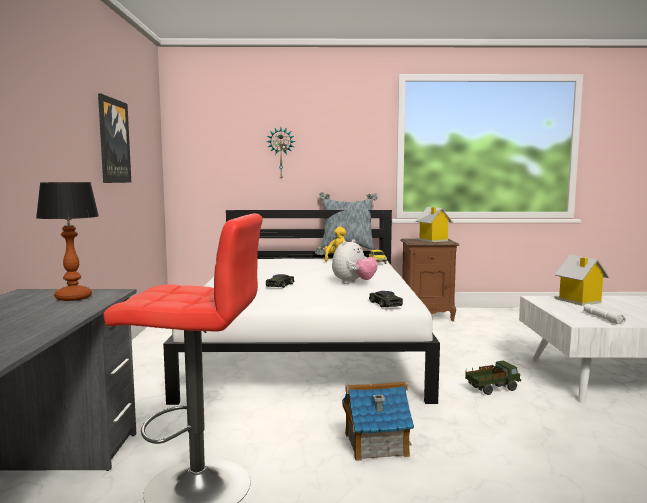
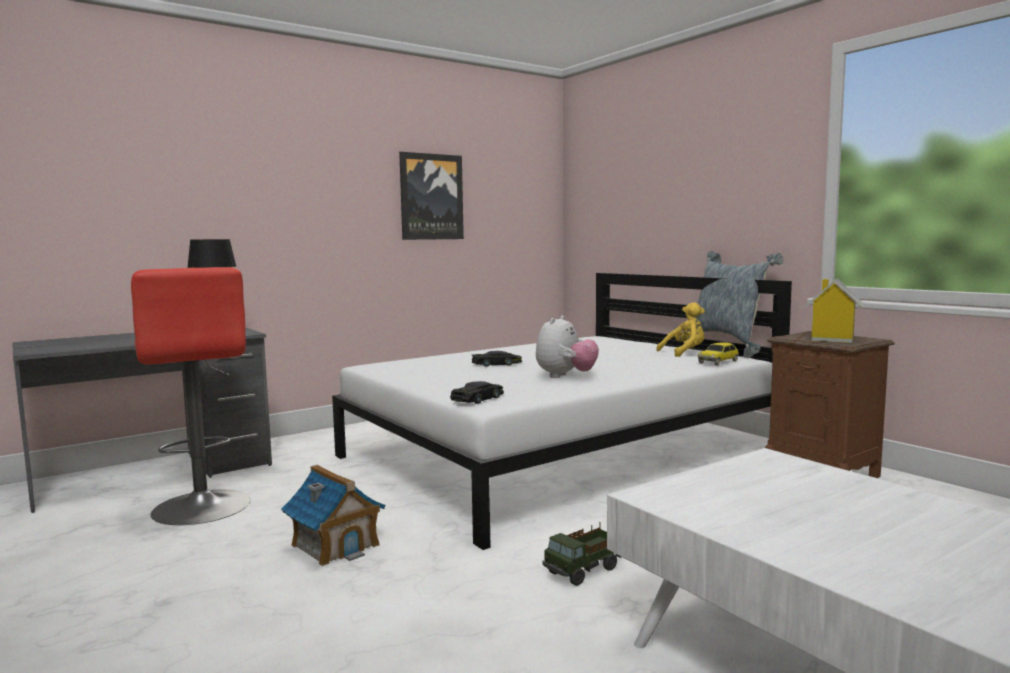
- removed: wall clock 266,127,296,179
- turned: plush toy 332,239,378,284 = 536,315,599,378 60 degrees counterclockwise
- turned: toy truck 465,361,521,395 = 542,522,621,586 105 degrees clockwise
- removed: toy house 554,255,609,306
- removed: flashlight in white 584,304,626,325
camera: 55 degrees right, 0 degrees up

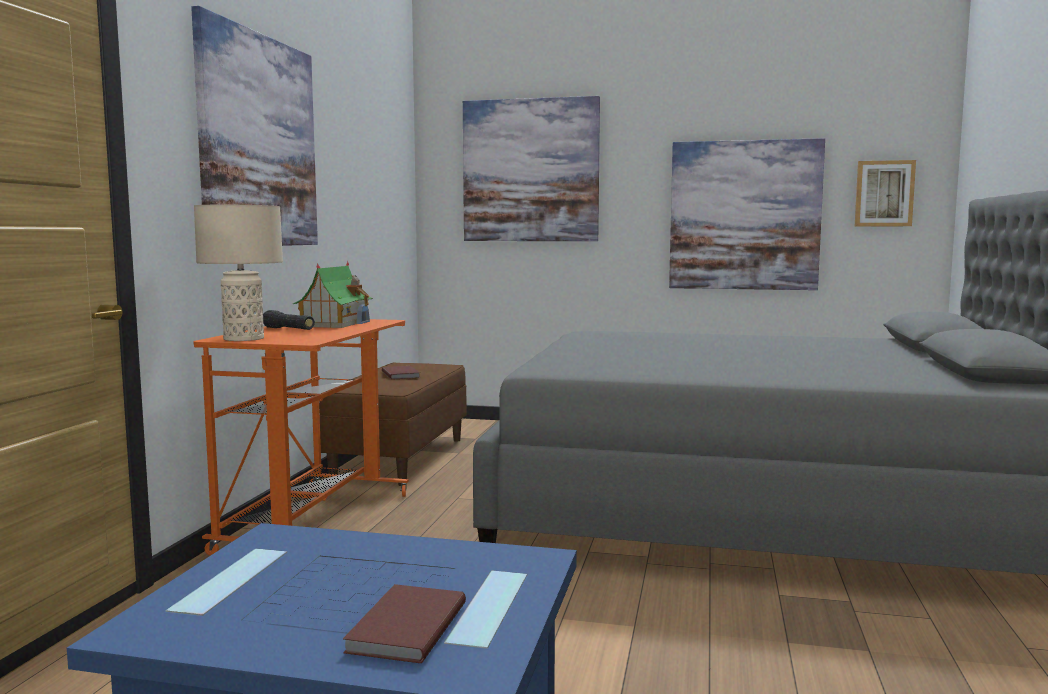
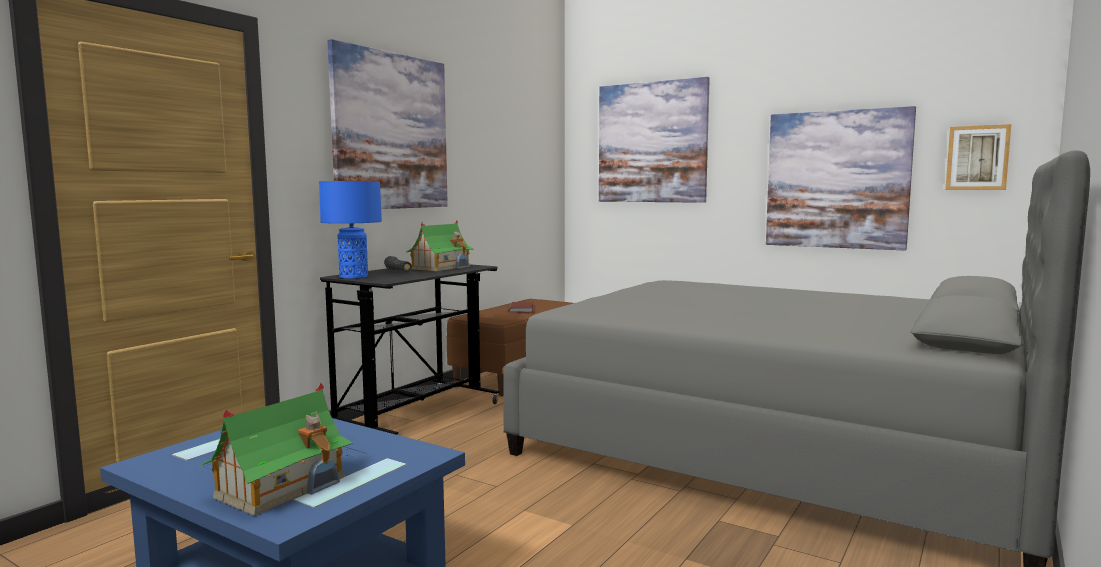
- recoloured: desk in orange 193,319,409,556 to desk in black 320,264,499,435
- recoloured: table lamp in beige 194,205,283,341 to table lamp in blue 319,181,382,279
- replaced: book in brown 343,584,466,663 to toy house 200,383,352,516
camera: 20 degrees right, 0 degrees up

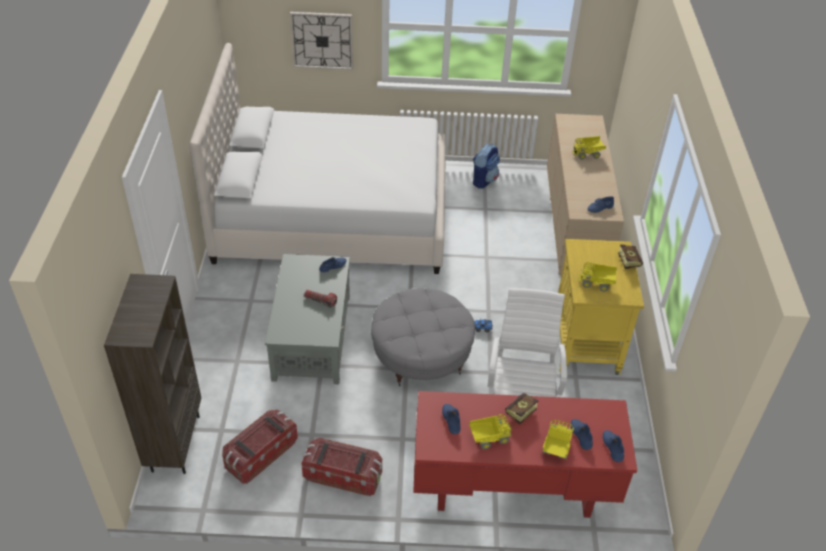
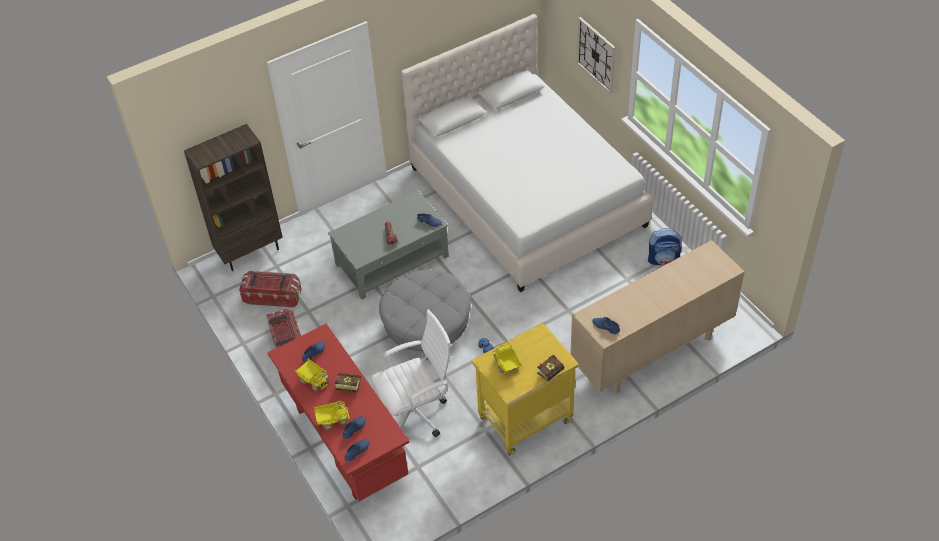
- removed: toy truck 572,136,606,160
camera: 60 degrees right, 5 degrees up

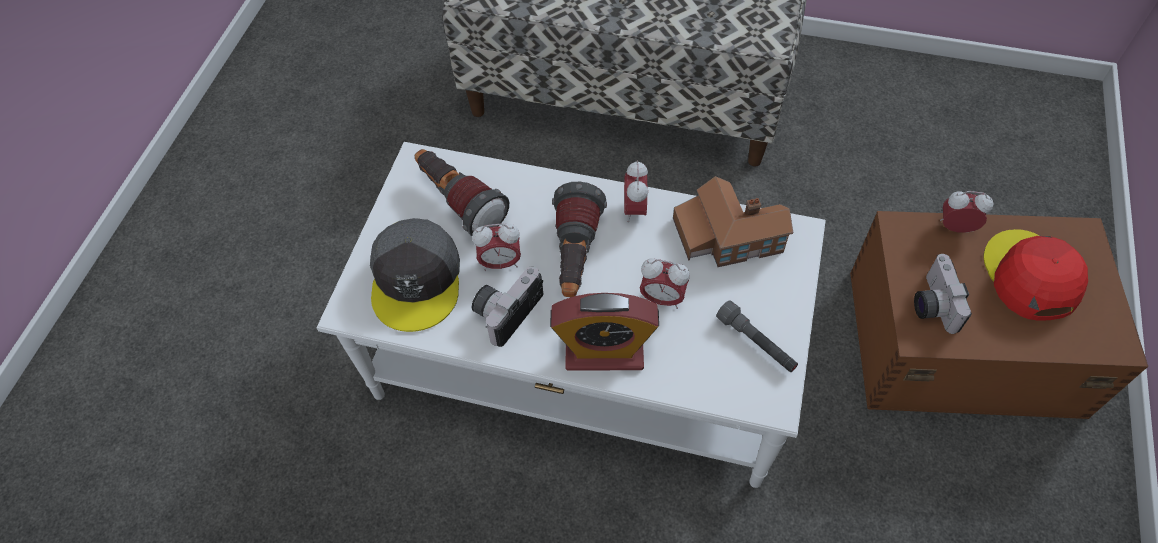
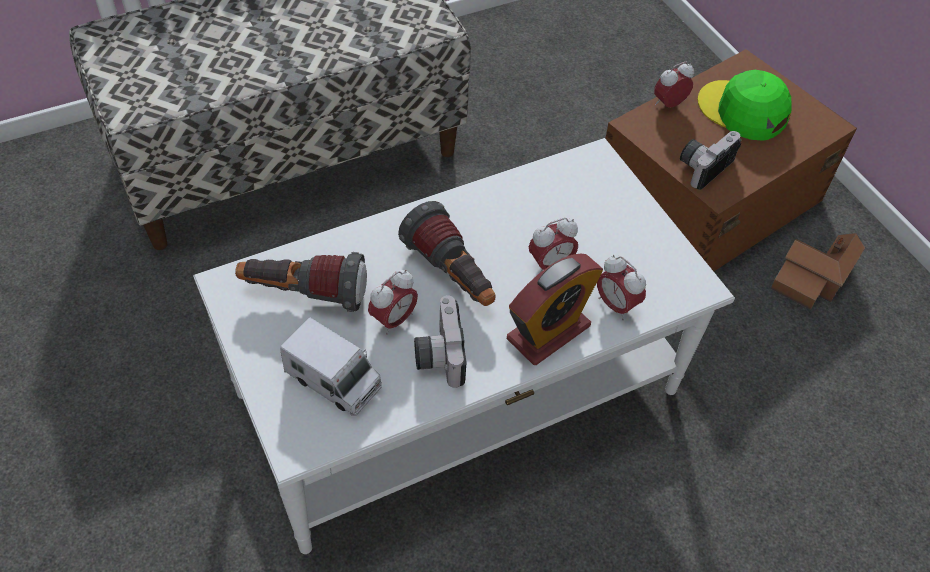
- replaced: cap in grey 370,218,460,332 to toy truck 280,318,382,416
- moved: alarm clock 624,160,648,223 to 597,255,646,320
- moved: toy house 673,176,793,267 to 770,233,865,310
- removed: flashlight in grey 716,300,798,372
- turned: photo camera 914,254,972,334 = 680,131,741,190 90 degrees clockwise
- recoloured: cap in red 983,229,1088,320 to cap in green 698,70,792,141
camera: 45 degrees left, 5 degrees down

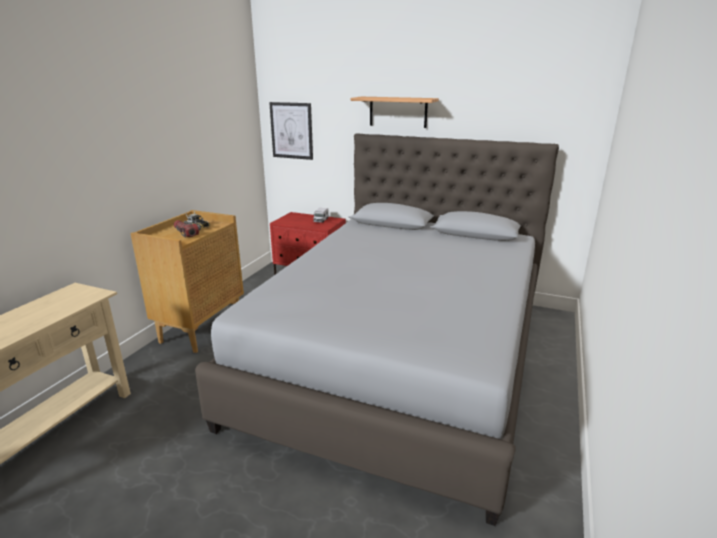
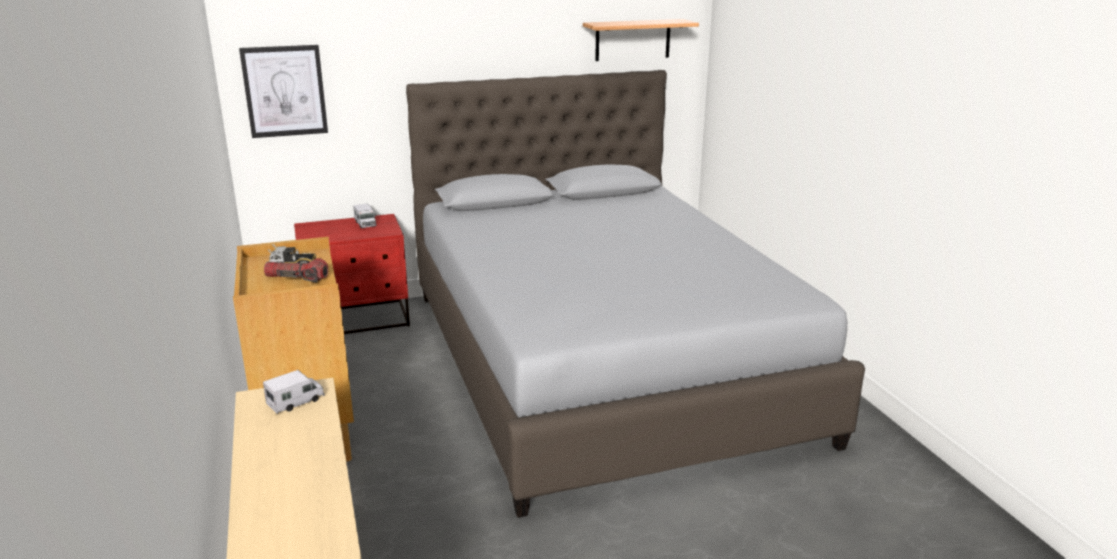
- moved: shelf 351,97,439,128 to 583,19,699,61
- added: toy truck 263,370,325,414
camera: 40 degrees left, 0 degrees up

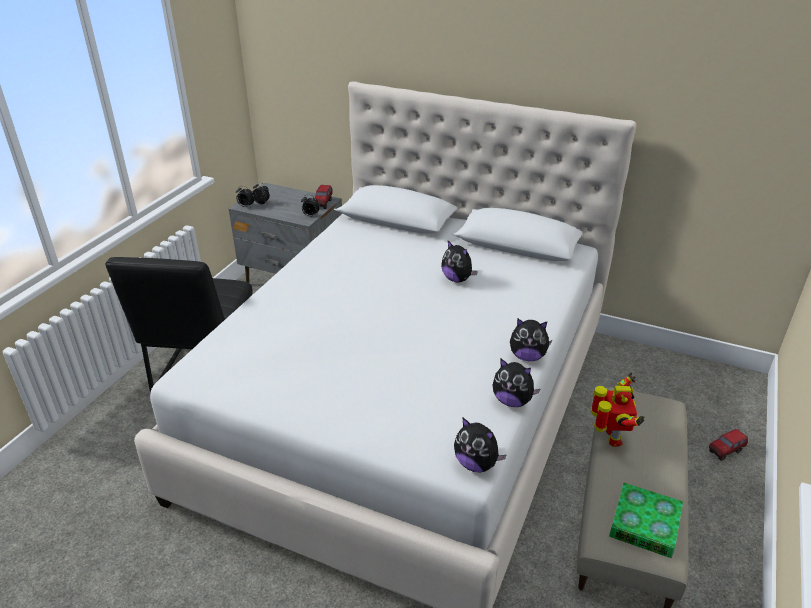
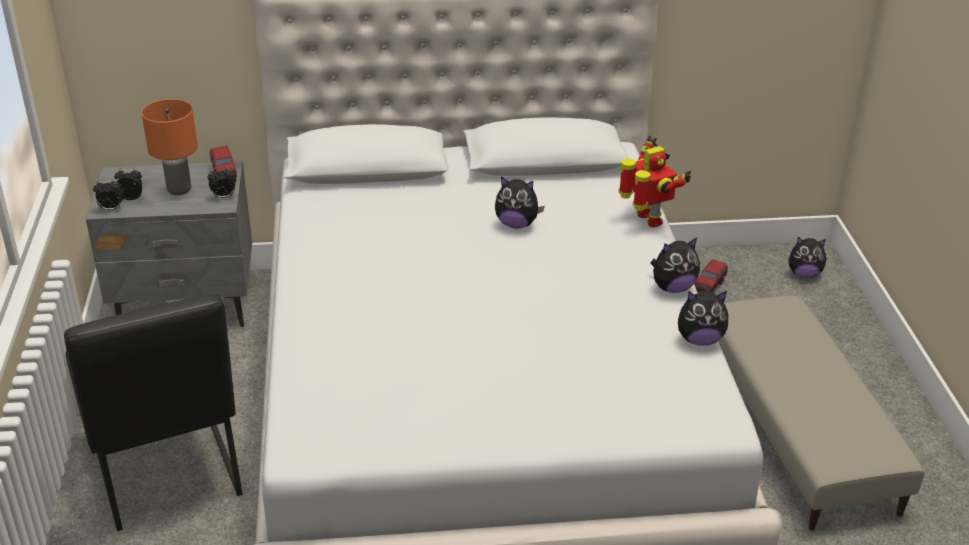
- moved: plush toy 454,417,507,473 to 789,237,827,278
- moved: toy robot 591,373,645,447 to 619,135,691,227
- removed: book 609,482,683,558
- moved: toy truck 709,429,748,461 to 695,259,728,293
- added: table lamp in orange 141,99,198,195
camera: 30 degrees left, 0 degrees up

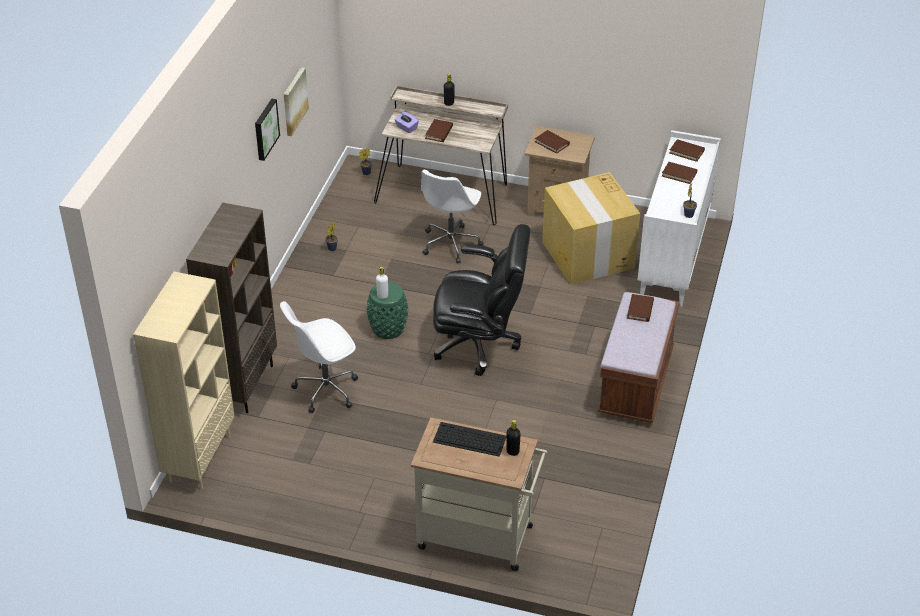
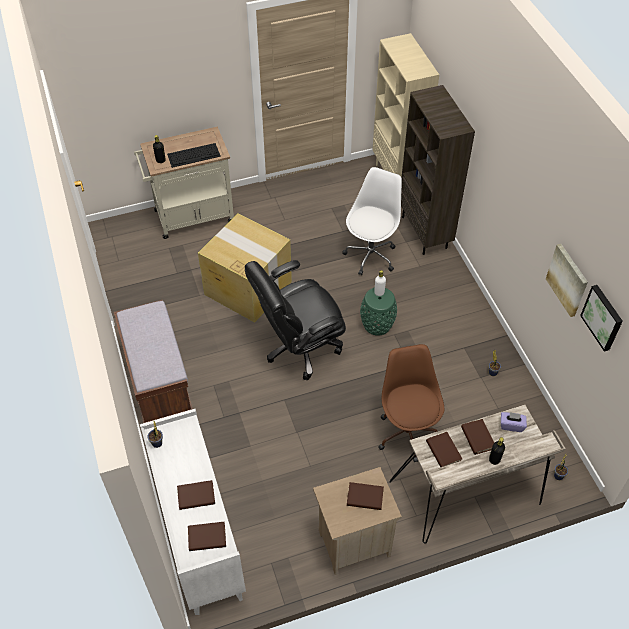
- moved: picture 255,98,280,161 to 580,285,623,352
- recoloured: office chair in white 421,170,484,263 to office chair in brown 378,344,444,462
- moved: cardboard box 542,172,640,285 to 198,213,292,323
- moved: book in brown 627,294,654,322 to 426,432,462,467
camera: 145 degrees right, 10 degrees up

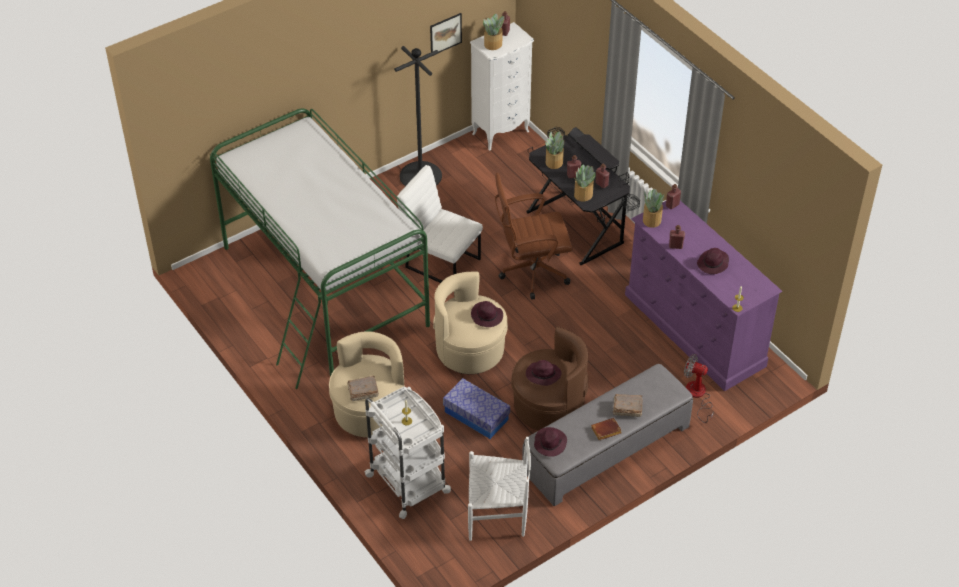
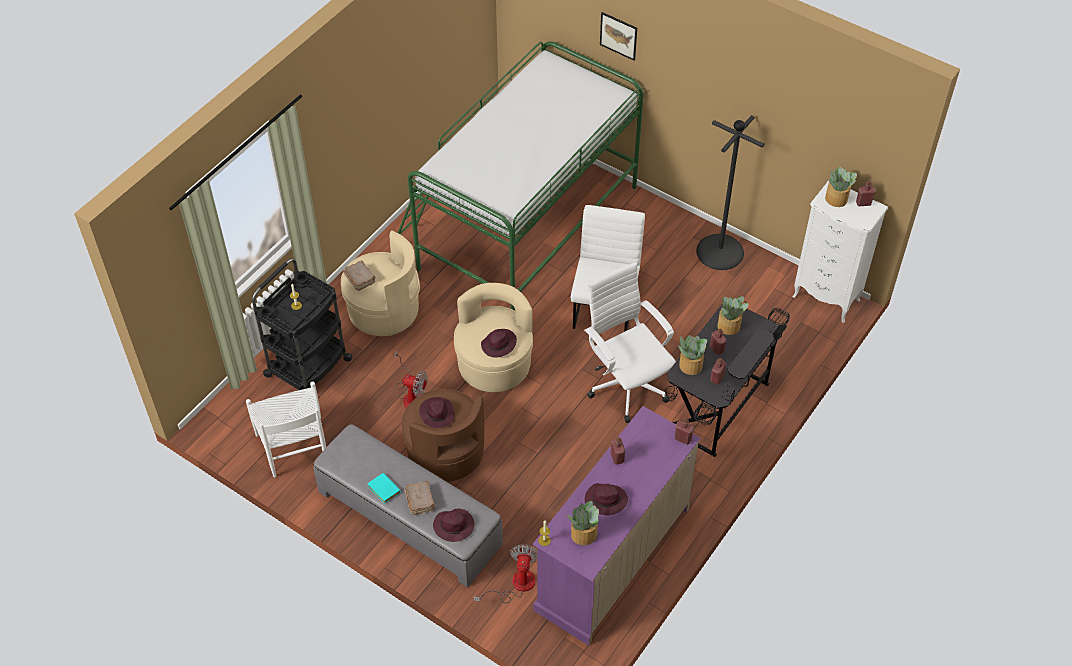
- recoloured: cart in white 365,387,451,519 to cart in black 252,258,352,390
- moved: picture 430,13,462,53 to 600,12,637,61
- replaced: storage box 443,378,510,439 to fan 395,350,428,408
- recoloured: office chair in brown 495,173,572,300 to office chair in white 584,262,676,423
- moved: hat in purple 534,427,567,457 to 433,509,474,542
- recoloured: book in brown 591,418,622,440 to book in turquoise 367,473,401,504
- moved: potted plant 643,188,664,228 to 567,501,599,545
camera: 70 degrees right, 5 degrees up

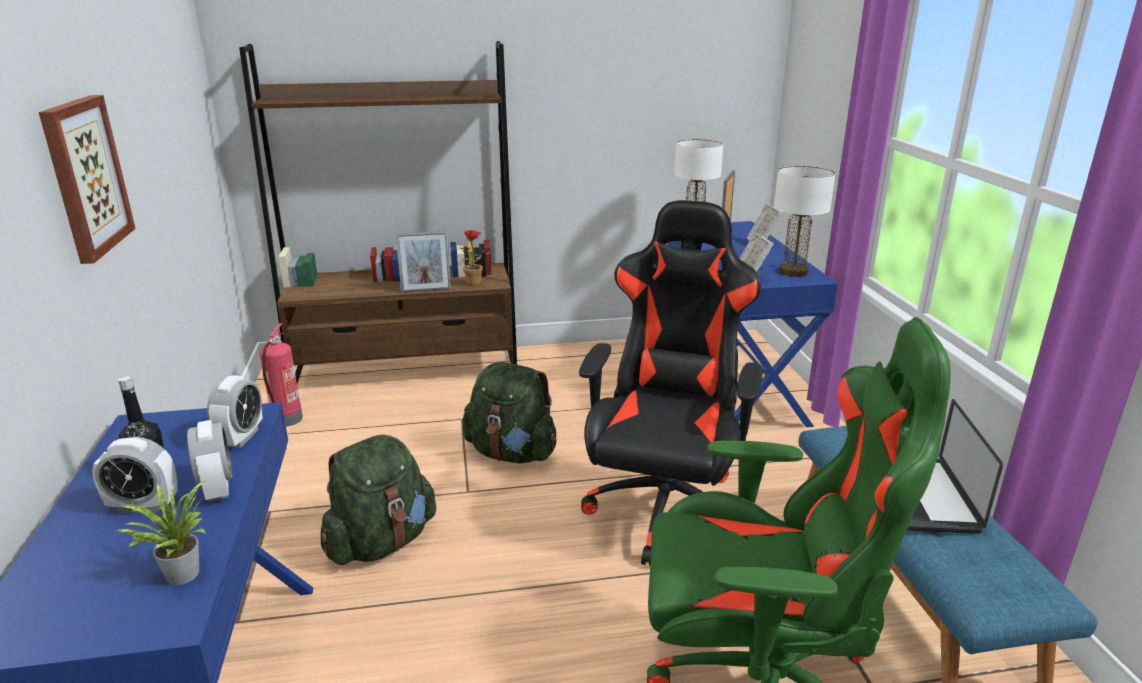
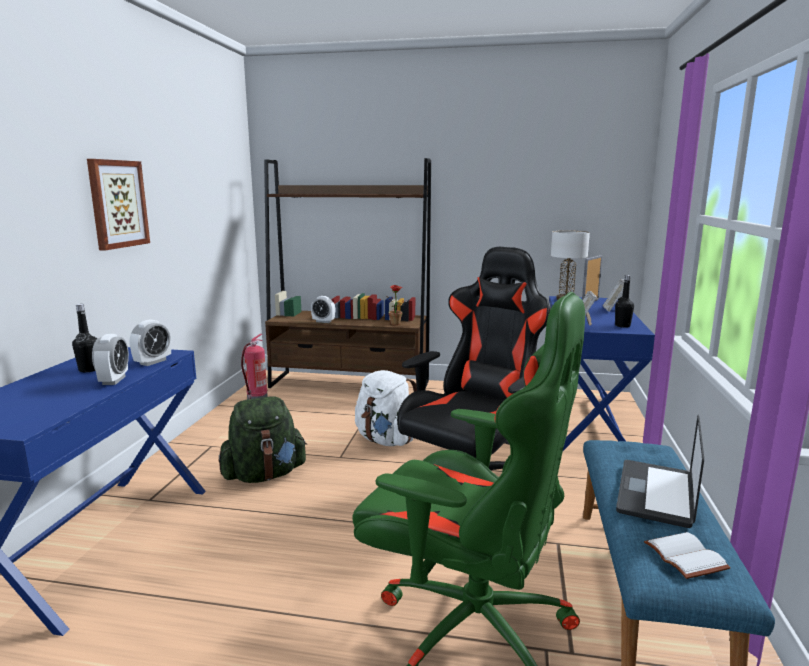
- moved: alarm clock 92,437,177,513 to 311,296,335,323
- removed: potted plant 117,481,206,585
- removed: picture frame 396,231,451,293
- recoloured: backpack in green 463,362,557,464 to backpack in white 355,370,417,446
- replaced: table lamp 774,166,835,277 to bottle in black 615,275,634,328
- added: book in white 644,532,731,579
camera: 20 degrees right, 10 degrees down

